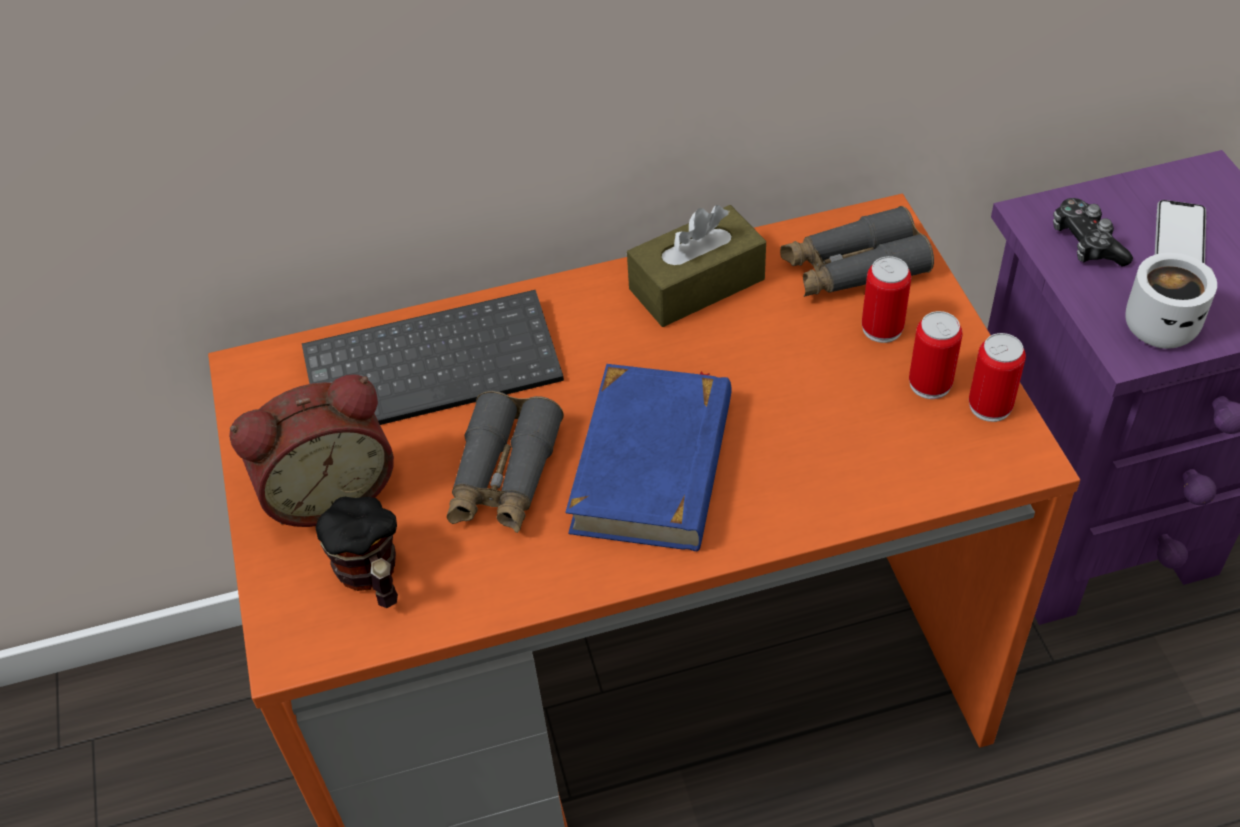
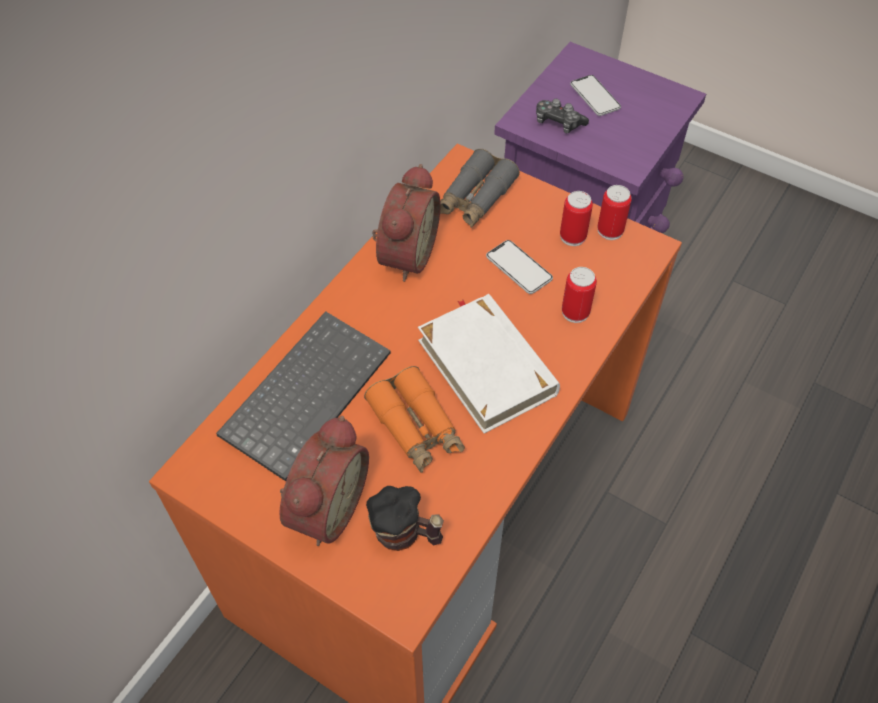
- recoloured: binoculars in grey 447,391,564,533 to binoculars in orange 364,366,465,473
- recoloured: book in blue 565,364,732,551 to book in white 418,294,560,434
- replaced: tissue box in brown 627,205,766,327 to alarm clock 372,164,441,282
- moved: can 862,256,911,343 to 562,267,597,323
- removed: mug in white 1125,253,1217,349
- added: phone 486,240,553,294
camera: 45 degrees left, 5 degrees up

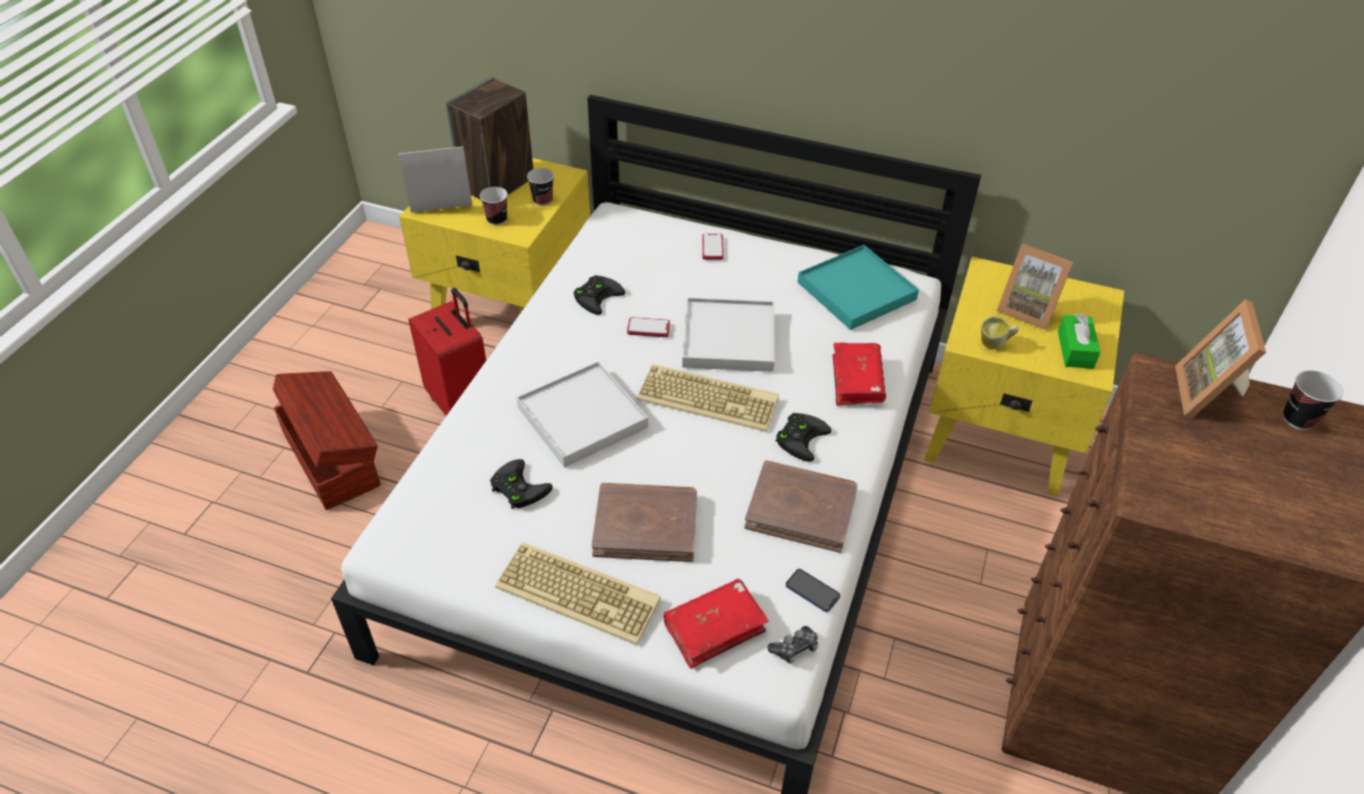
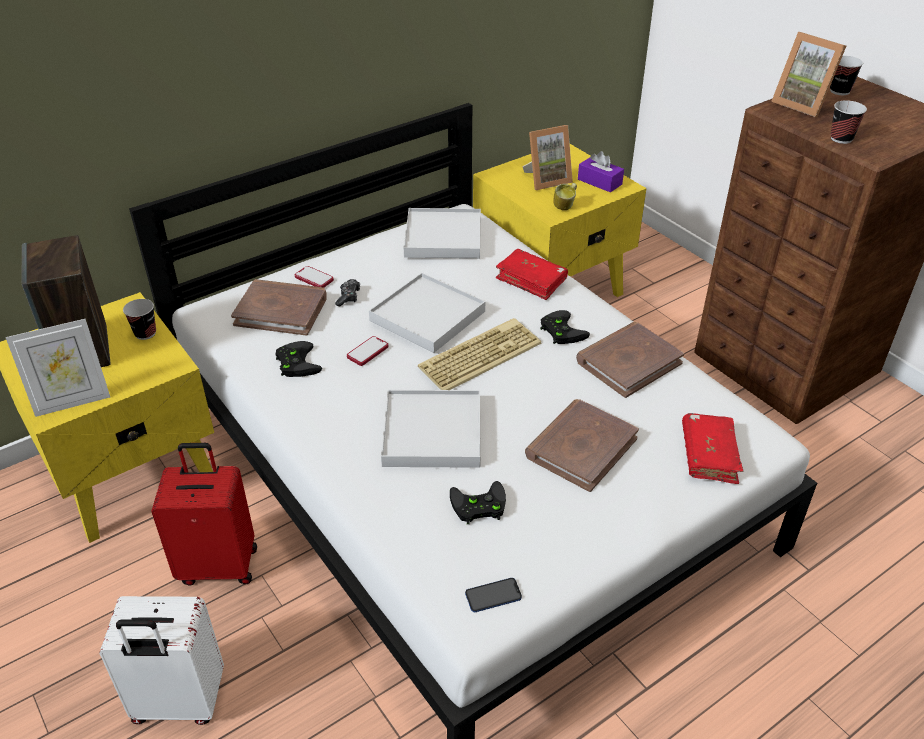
- replaced: storage box in brown 273,371,381,510 to suitcase in white 99,596,224,725
- turned: picture frame 398,147,472,212 = 6,319,110,417 135 degrees counterclockwise
- moved: cup 480,187,508,225 to 830,100,867,144
- removed: keyboard 495,543,661,645
- moved: game controller 768,626,818,664 to 335,279,360,306
- moved: phone 786,569,840,612 to 465,578,522,612
- recoloured: tray in turquoise 798,245,919,330 to tray in white 403,208,481,259
- recoloured: tissue box in green 1058,313,1101,369 to tissue box in purple 578,151,624,193
- added: book in brown 231,279,327,336
camera: 55 degrees left, 5 degrees down

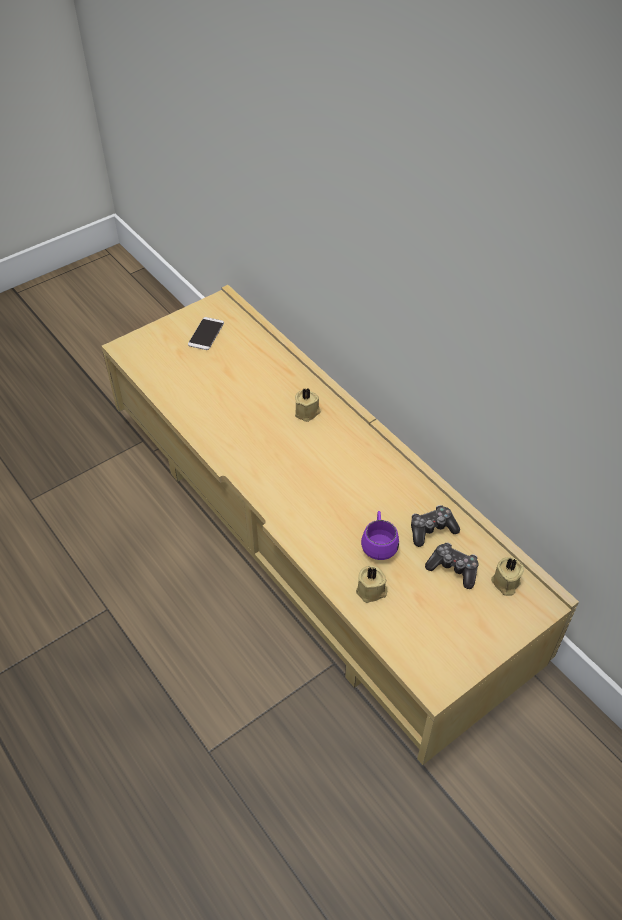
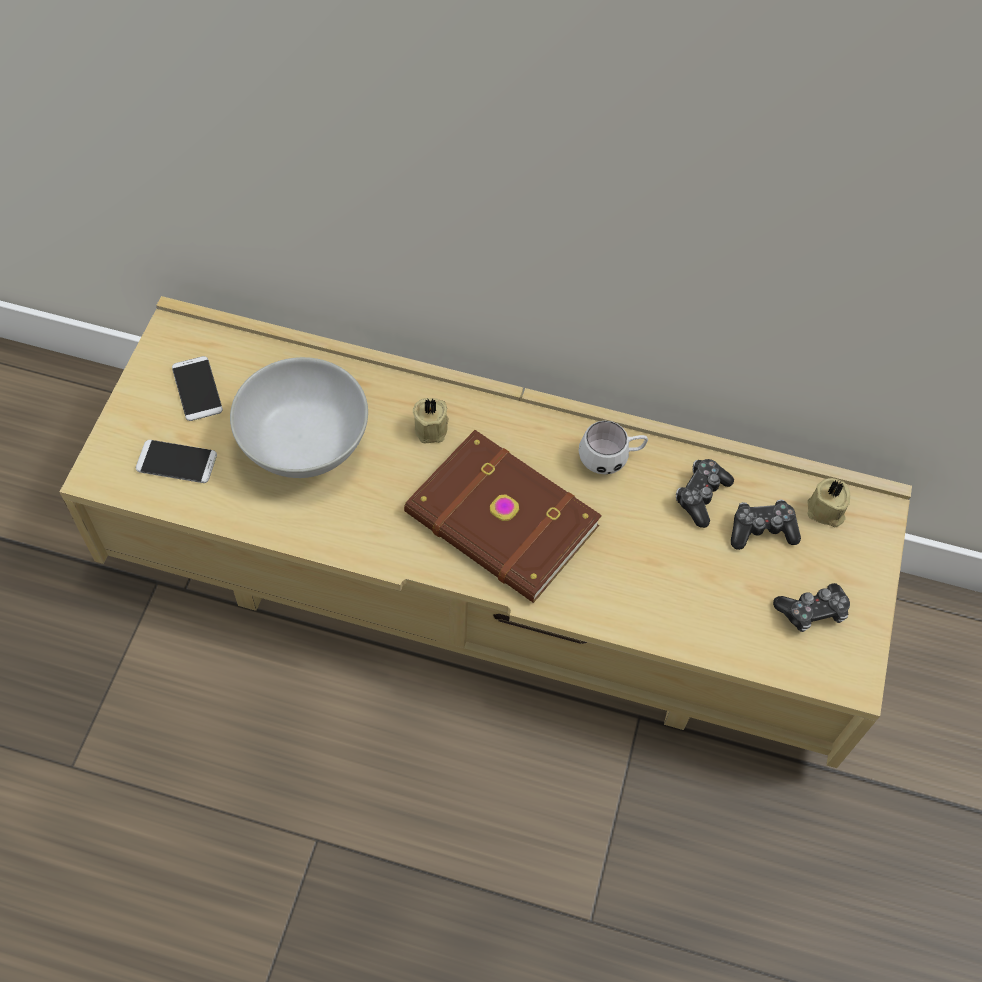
- removed: candle in beige 356,565,387,603
- removed: mug in purple 361,511,399,560
- added: phone 136,440,217,483
- added: bowl in white 230,357,368,478
- added: book in brown 404,430,602,603
- added: mug in white 579,421,648,475
- added: game controller 773,583,850,632
camera: 40 degrees left, 10 degrees up

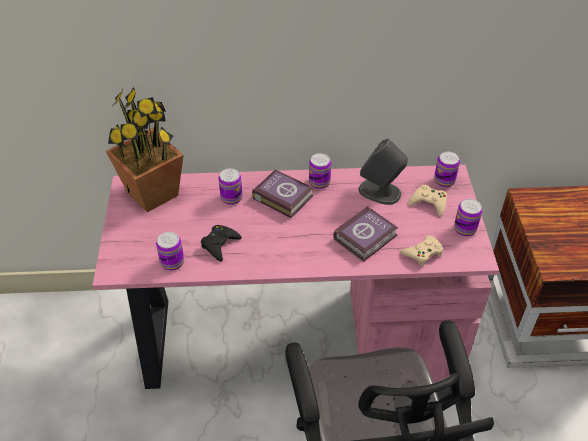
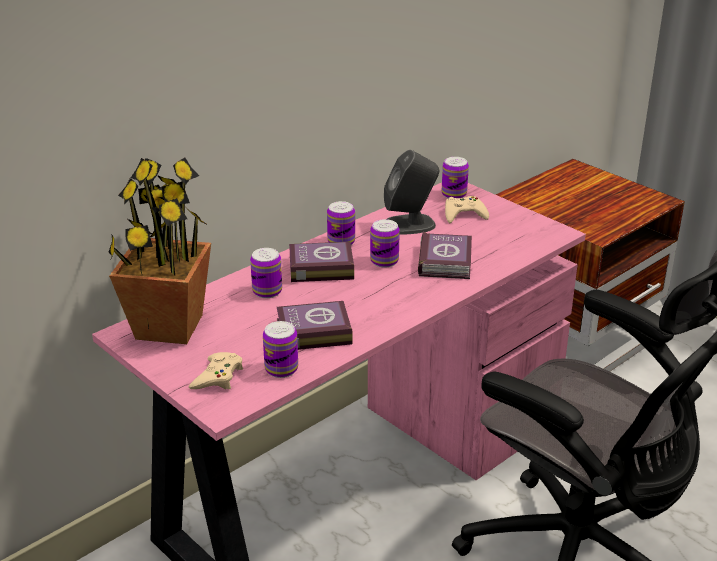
- replaced: game controller in black 201,225,242,261 to book 277,301,353,350
- moved: game controller in beige 400,235,443,266 to 189,352,243,390
- moved: can 454,199,482,236 to 370,219,400,268
camera: 40 degrees left, 15 degrees down

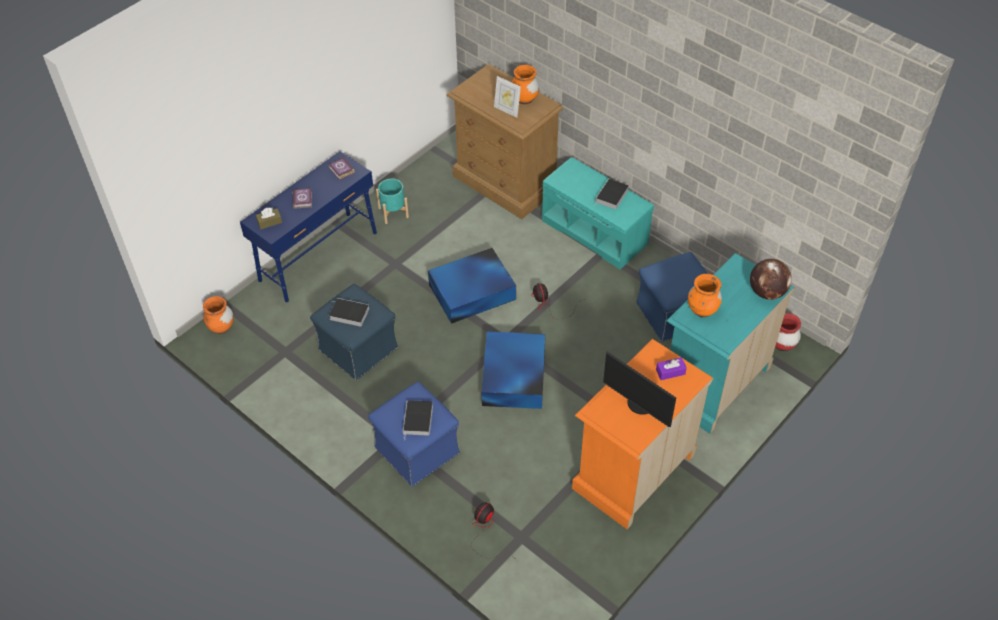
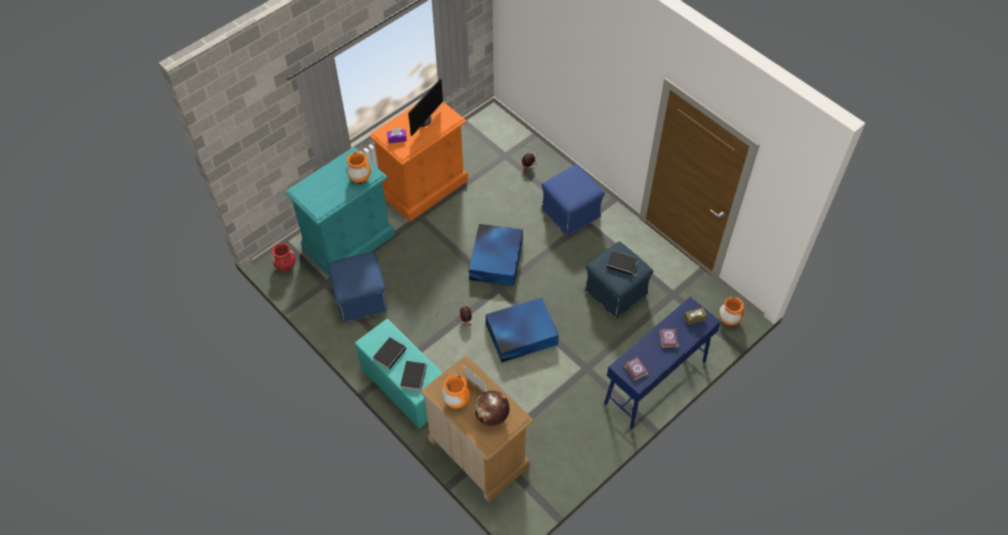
- removed: planter in turquoise 376,179,409,224
- moved: book 403,400,433,436 to 400,361,427,391
- turned: monitor 603,351,676,427 = 408,78,443,136 75 degrees clockwise
- moved: globe 750,259,792,300 to 474,391,510,426
camera: 175 degrees left, 5 degrees up

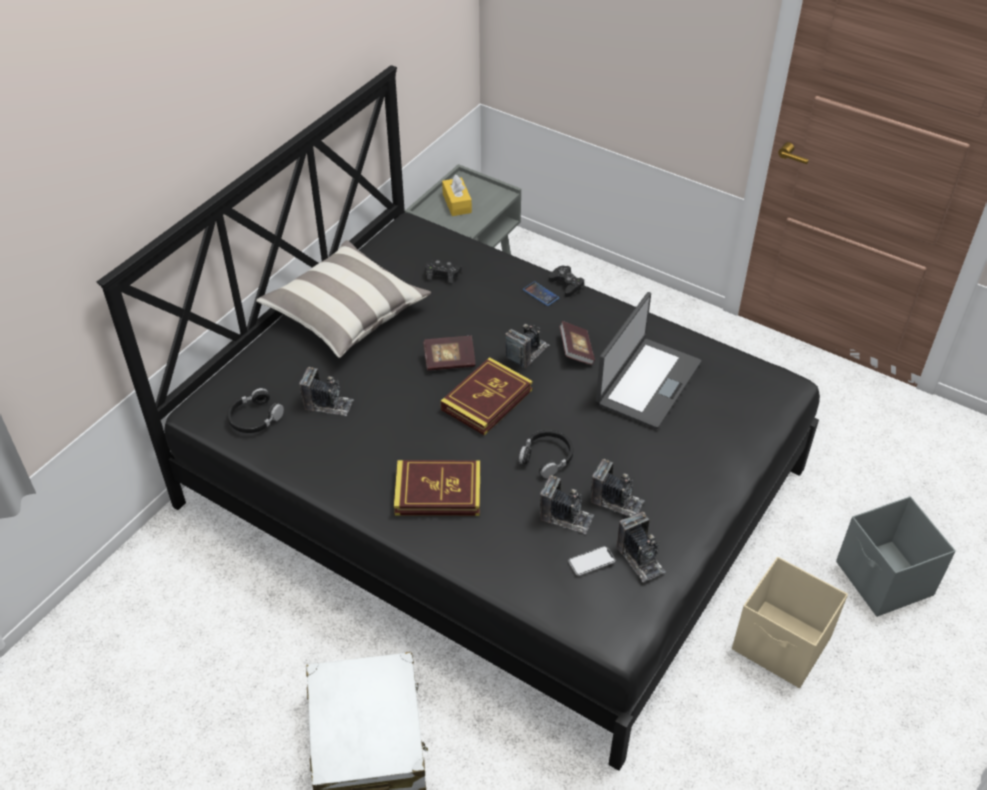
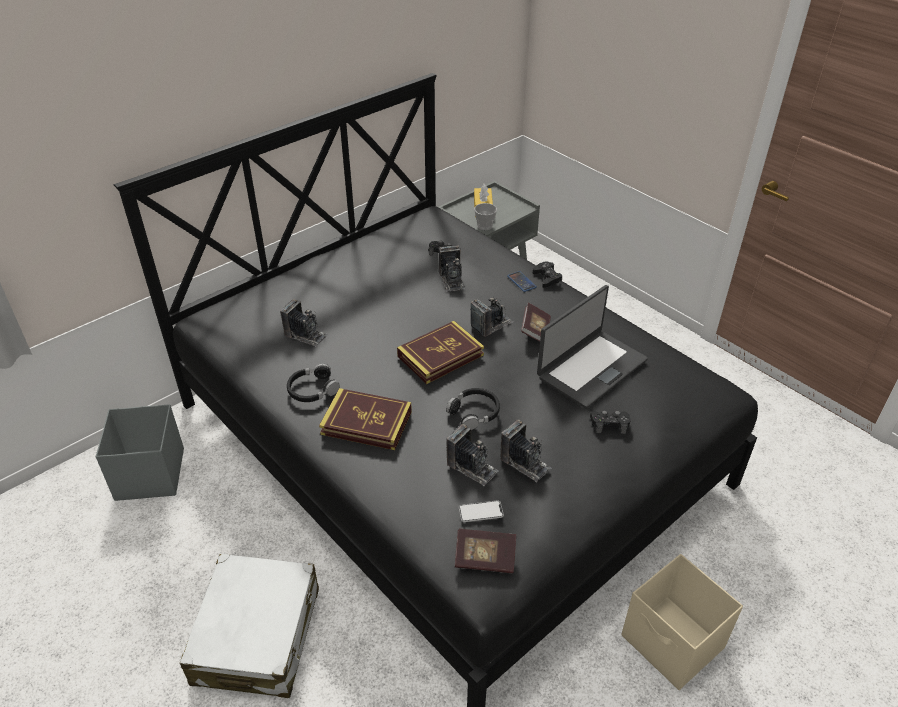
- moved: headphones in black 227,388,284,433 to 287,364,340,402
- removed: pillow 256,240,431,358
- moved: book 423,336,476,371 to 455,529,516,573
- moved: photo camera 617,512,666,583 to 439,245,465,292
- moved: storage box in grey 836,496,956,617 to 96,404,184,501
- added: cup 474,203,497,230
- added: game controller in black 590,411,631,434
camera: 15 degrees right, 5 degrees down

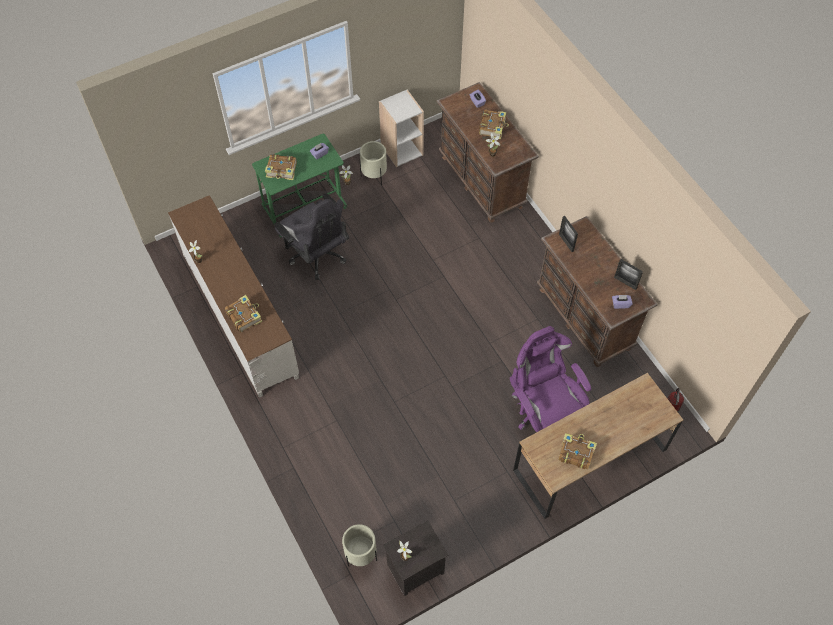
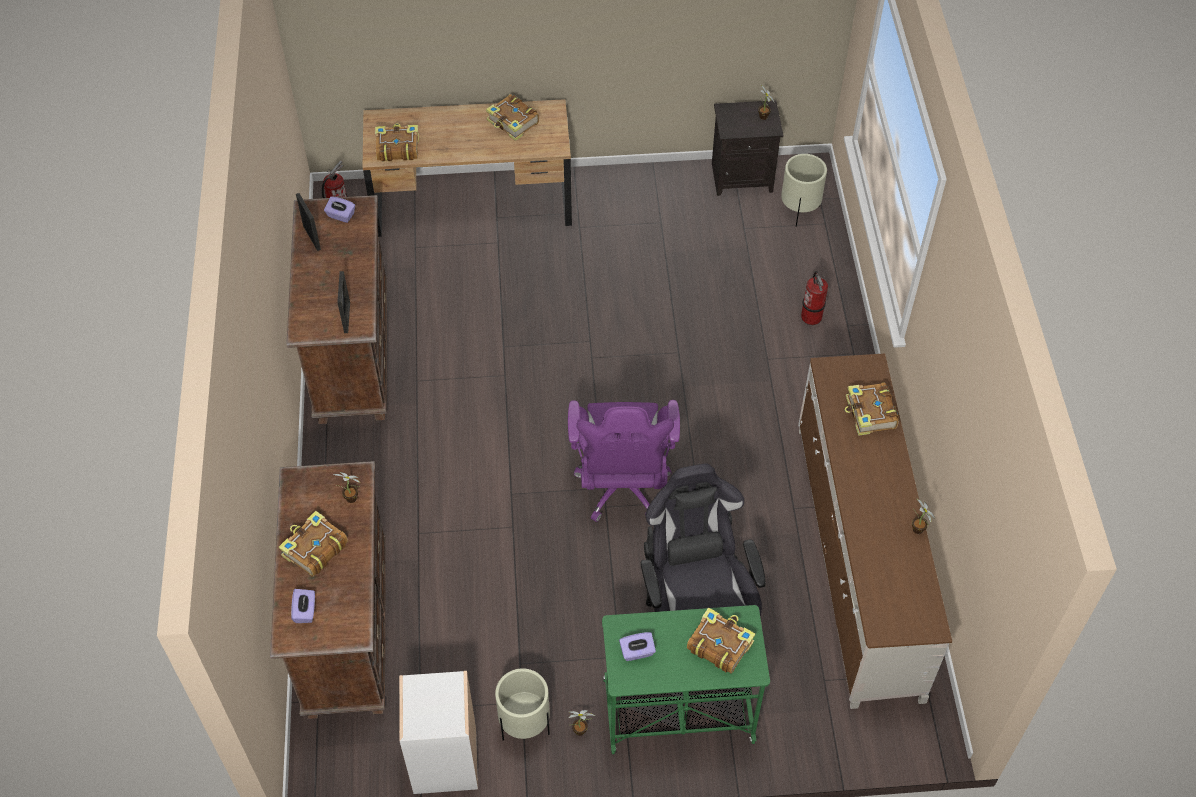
- moved: office chair in purple 510,326,591,432 to 568,400,680,522
- added: book 375,123,419,161
- added: fire extinguisher 801,271,828,325
camera: 155 degrees left, 5 degrees down

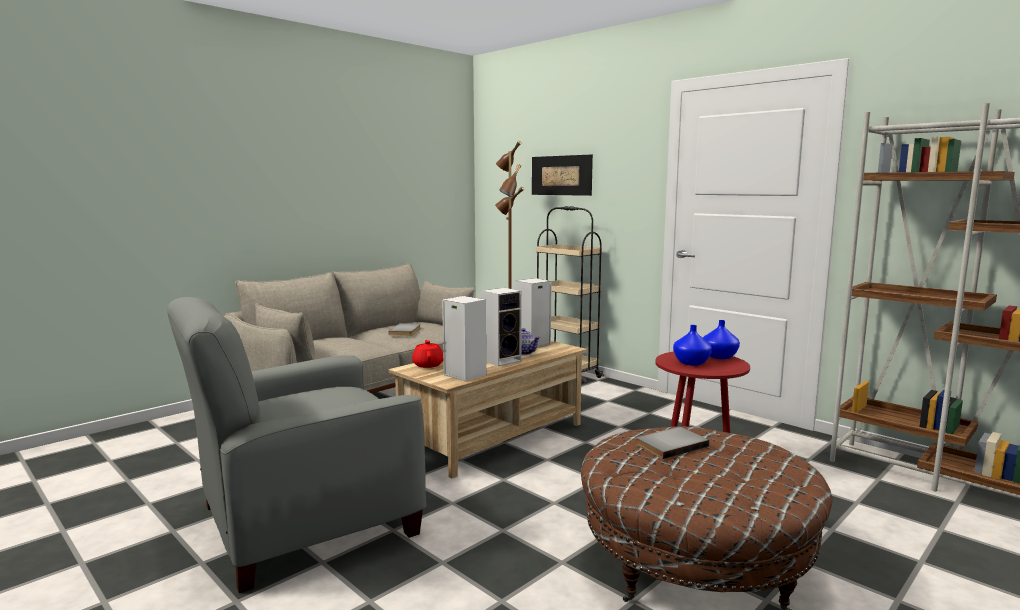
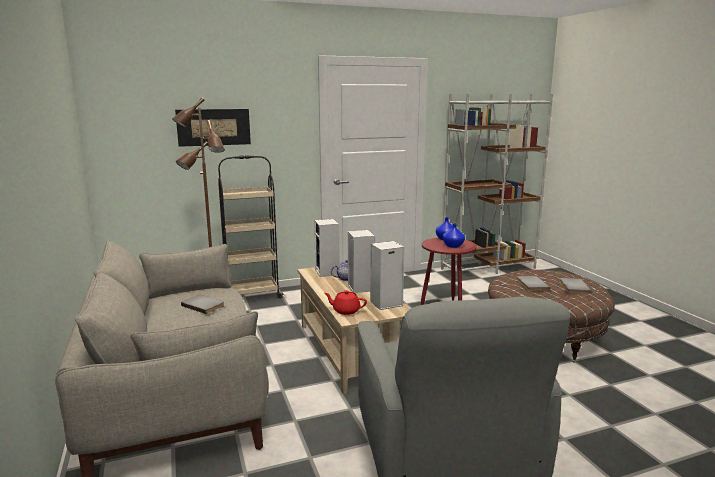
- added: book in grey 560,278,592,294
camera: 65 degrees left, 5 degrees up

